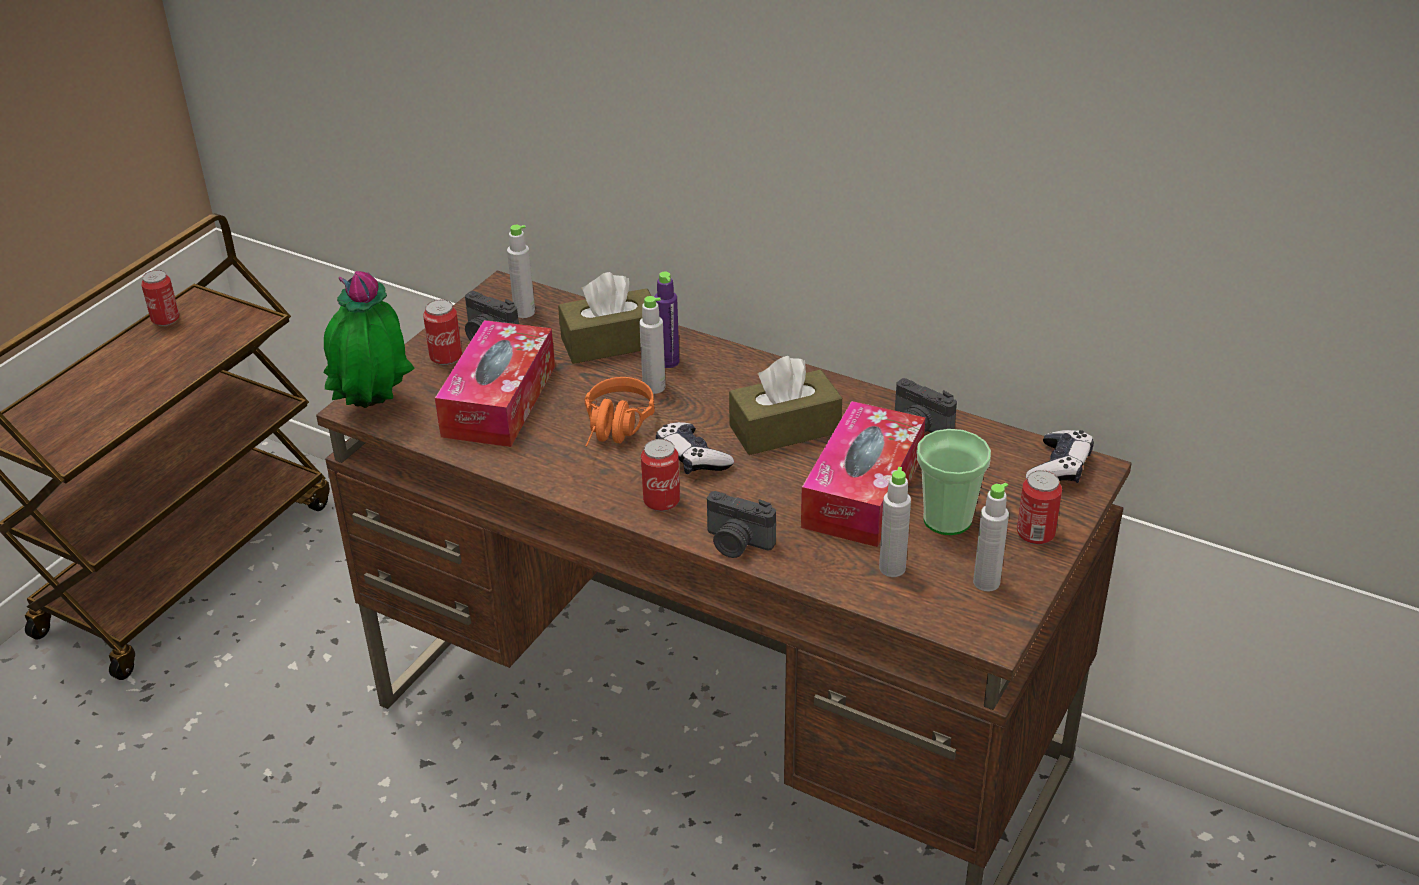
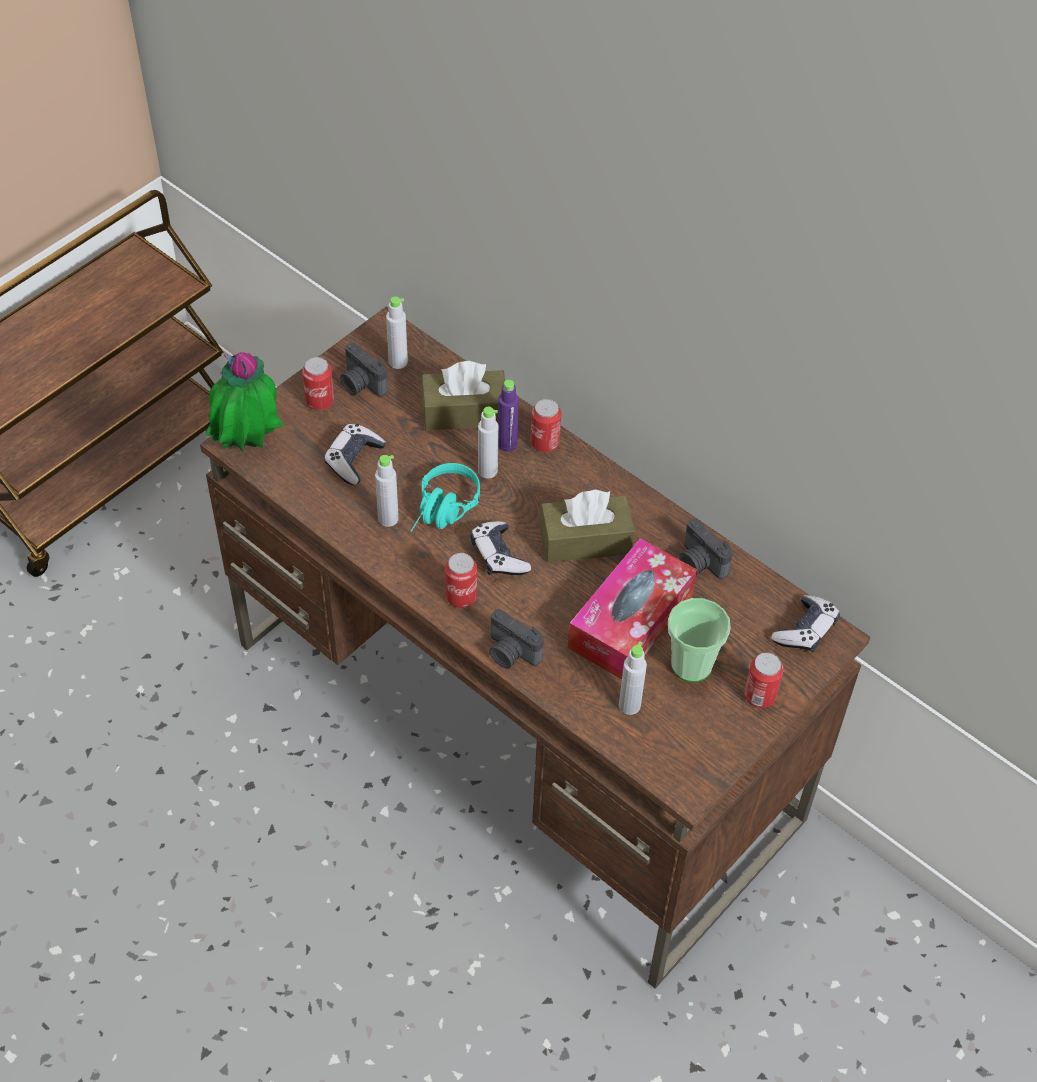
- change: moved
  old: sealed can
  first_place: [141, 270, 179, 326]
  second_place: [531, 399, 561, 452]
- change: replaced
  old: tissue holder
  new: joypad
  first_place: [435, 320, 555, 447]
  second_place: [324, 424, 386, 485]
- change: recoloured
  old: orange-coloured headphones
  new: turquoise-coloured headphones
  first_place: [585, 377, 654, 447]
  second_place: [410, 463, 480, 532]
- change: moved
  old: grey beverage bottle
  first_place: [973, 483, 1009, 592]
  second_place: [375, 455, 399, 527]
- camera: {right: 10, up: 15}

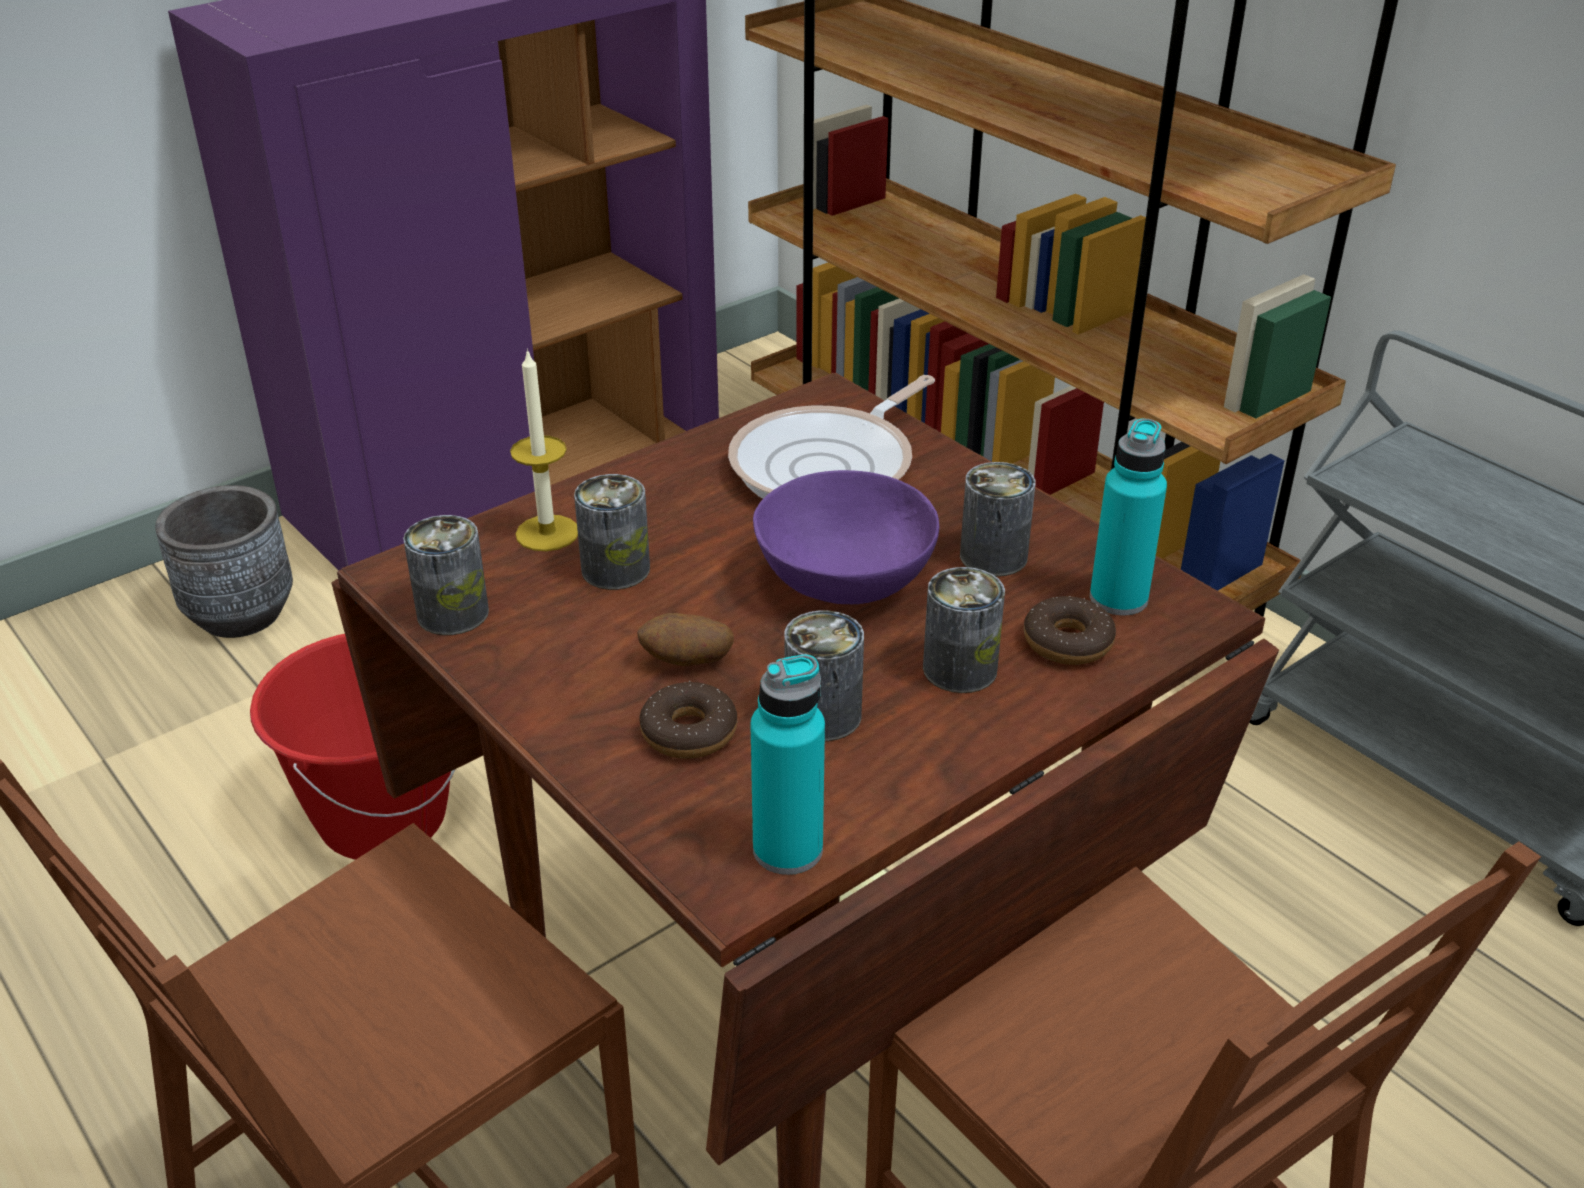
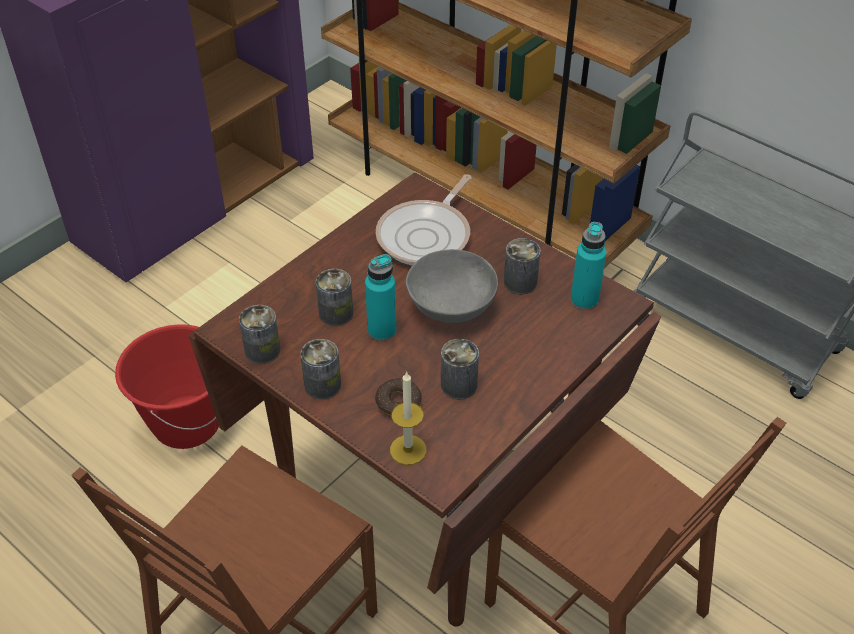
- change: moved
  old: candle
  first_place: [510, 348, 578, 551]
  second_place: [390, 371, 427, 465]
- change: recoloured
  old: purple-coloured bowl
  new: grey bowl
  first_place: [753, 470, 939, 604]
  second_place: [406, 249, 498, 323]
- change: removed
  old: grey plant pot
  first_place: [155, 485, 293, 638]
- change: moved
  old: sealed can
  first_place: [923, 567, 1005, 693]
  second_place: [300, 339, 341, 400]
- change: removed
  old: donut
  first_place: [1024, 596, 1116, 665]
- change: removed
  old: whole potato
  first_place: [637, 613, 734, 666]
- change: moved
  old: turquoise-coloured beverage bottle
  first_place: [750, 655, 825, 875]
  second_place: [365, 254, 396, 341]
- camera: {right: -10, up: 10}

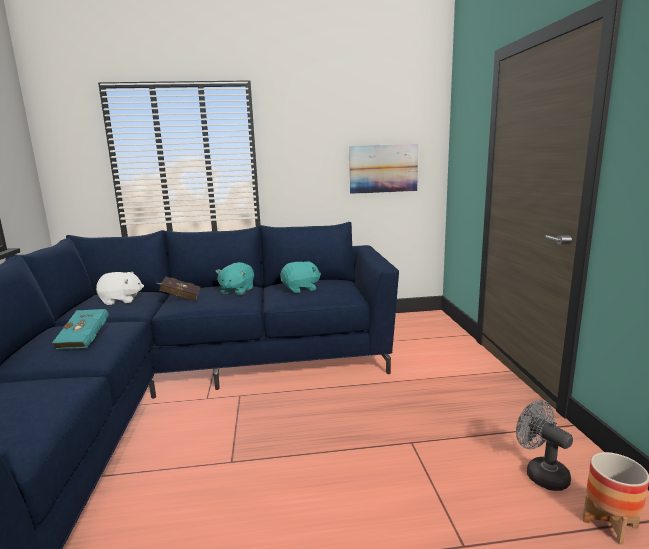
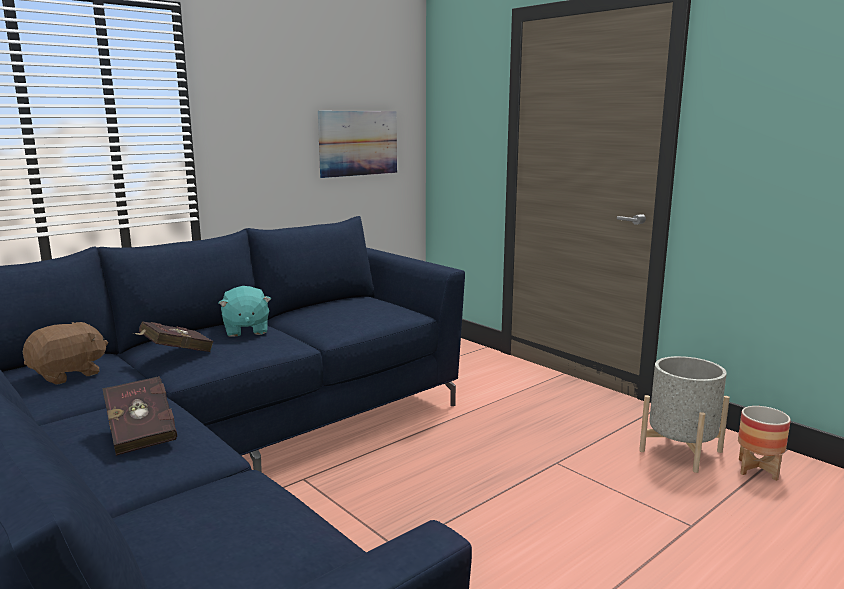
- change: removed
  old: turquoise-coloured plush toy
  first_place: [280, 261, 321, 293]
- change: recoloured
  old: white plush toy
  new: brown plush toy
  first_place: [96, 272, 144, 305]
  second_place: [23, 322, 108, 385]
- change: recoloured
  old: turquoise-coloured book
  new: red book
  first_place: [52, 309, 109, 349]
  second_place: [102, 376, 177, 456]
- change: replaced
  old: grey electric fan
  new: grey plant pot
  first_place: [516, 400, 573, 491]
  second_place: [639, 356, 730, 473]
- camera: {right: -35, up: 0}

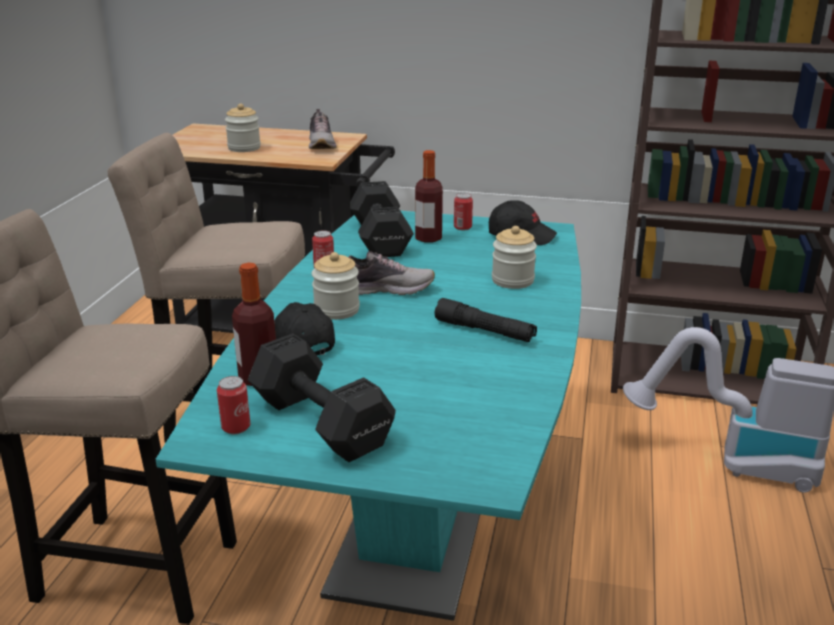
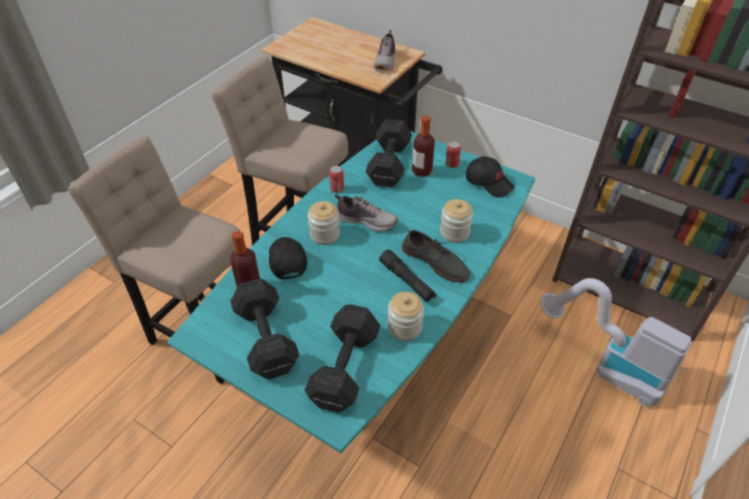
- change: moved
  old: preserve jar
  first_place: [225, 104, 261, 152]
  second_place: [387, 292, 424, 341]
- change: removed
  old: sealed can
  first_place: [217, 376, 250, 434]
- change: added
  new: grey shoe
  second_place: [402, 230, 470, 283]
- change: added
  new: black hand weight
  second_place: [304, 304, 381, 413]
- camera: {right: 20, up: 20}

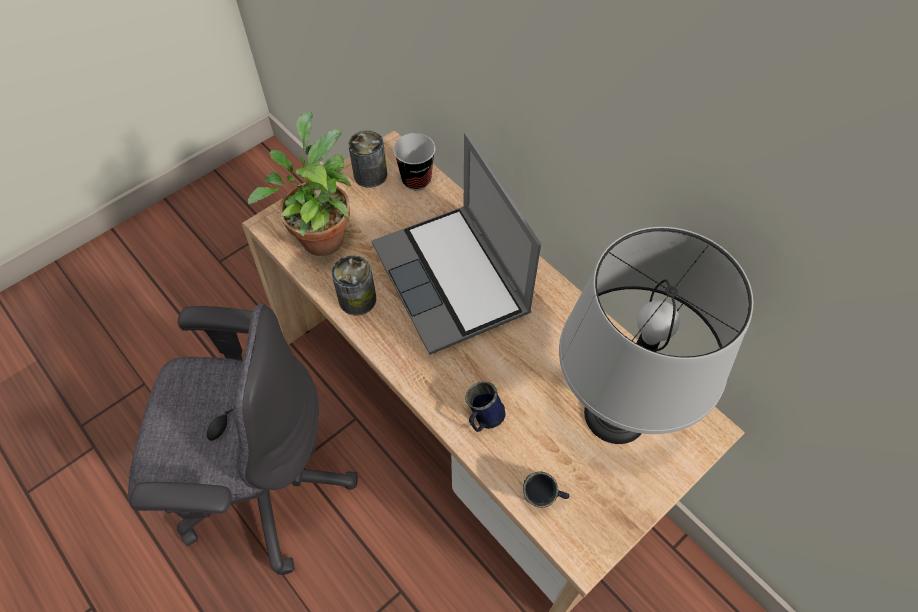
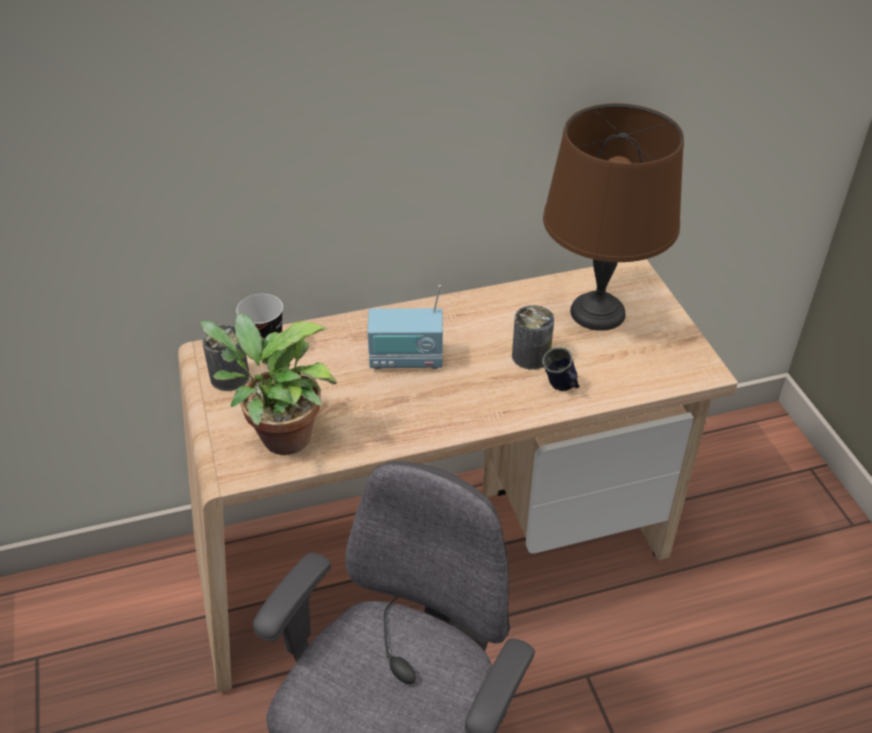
- change: replaced
  old: laptop
  new: radio set
  first_place: [372, 133, 541, 355]
  second_place: [367, 285, 443, 369]
- change: recoloured
  old: grey tabletop lamp
  new: brown tabletop lamp
  first_place: [559, 227, 753, 444]
  second_place: [543, 103, 684, 331]
- change: moved
  old: sealed can
  first_place: [332, 255, 376, 316]
  second_place: [512, 305, 554, 370]
- change: removed
  old: blue tea mug
  first_place: [523, 472, 570, 508]
- camera: {right: -65, up: -15}

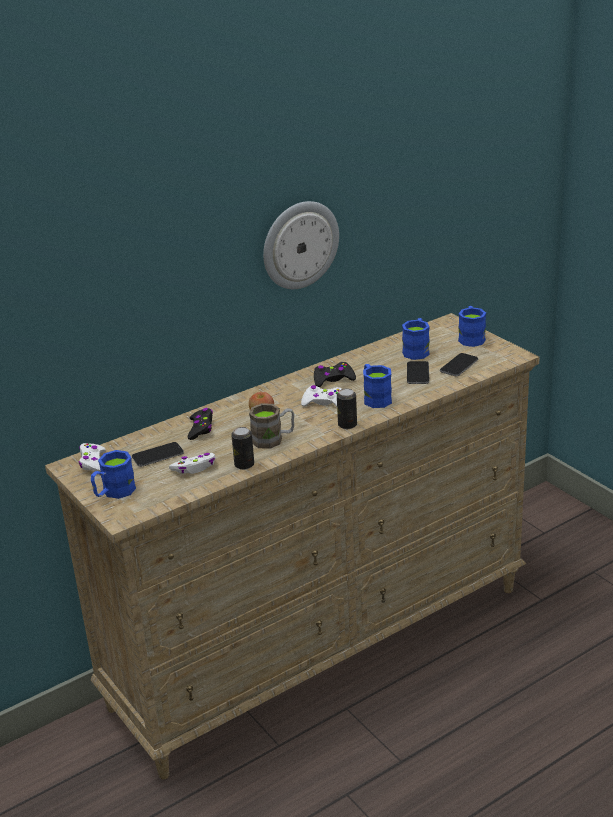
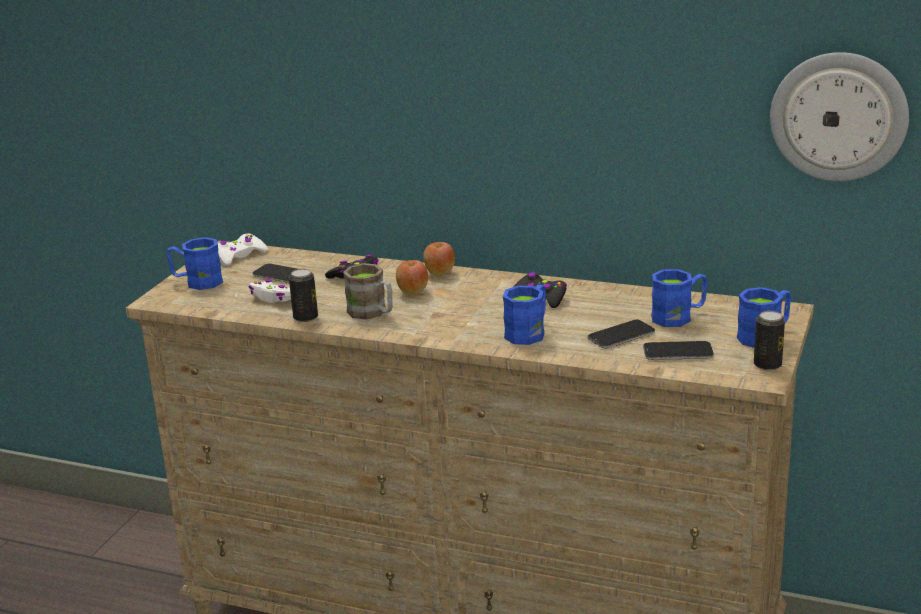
- change: moved
  old: wall clock
  first_place: [263, 201, 339, 289]
  second_place: [770, 52, 909, 181]
- change: removed
  old: white joypad
  first_place: [301, 385, 342, 407]
- change: moved
  old: sealed can
  first_place: [337, 388, 357, 429]
  second_place: [754, 311, 785, 370]
- change: added
  new: apple fruit
  second_place: [423, 242, 455, 276]
- camera: {right: 55, up: -5}

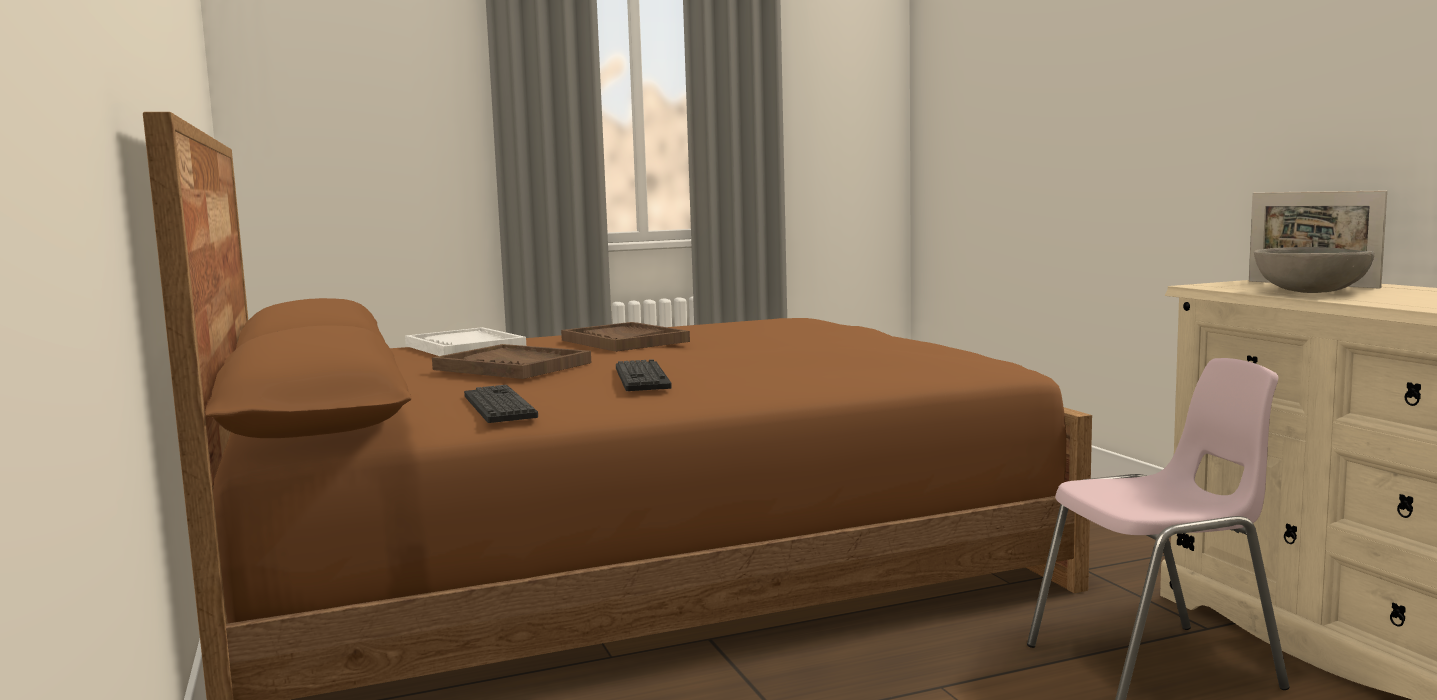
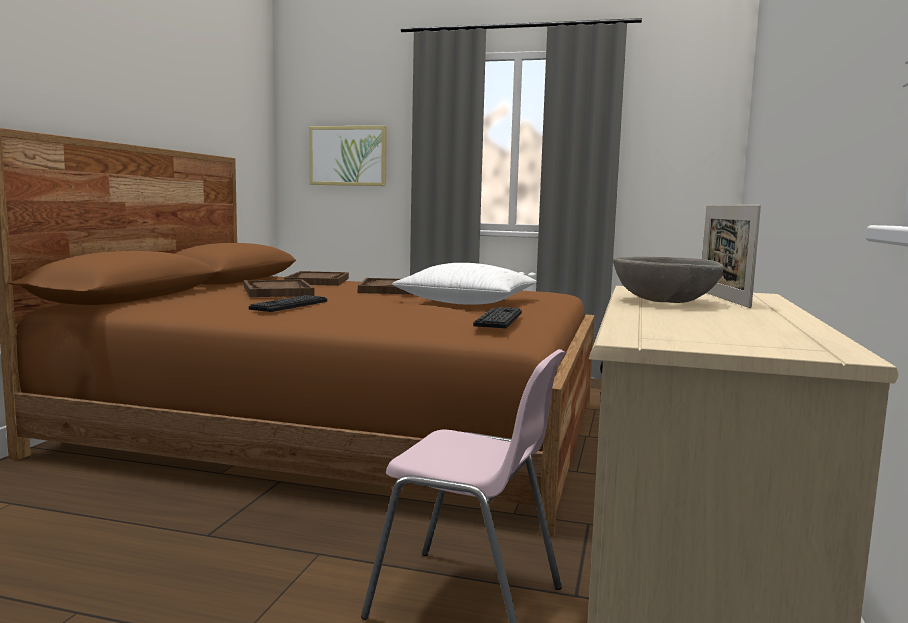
- change: recoloured
  old: white carrying tray
  new: brown carrying tray
  first_place: [405, 327, 526, 356]
  second_place: [284, 271, 349, 286]
- change: moved
  old: computer keyboard
  first_place: [464, 385, 538, 423]
  second_place: [473, 307, 522, 328]
- change: added
  new: picture
  second_place: [309, 126, 387, 186]
- change: added
  new: white pillow
  second_place: [392, 263, 537, 305]
- camera: {right: 35, up: 0}

